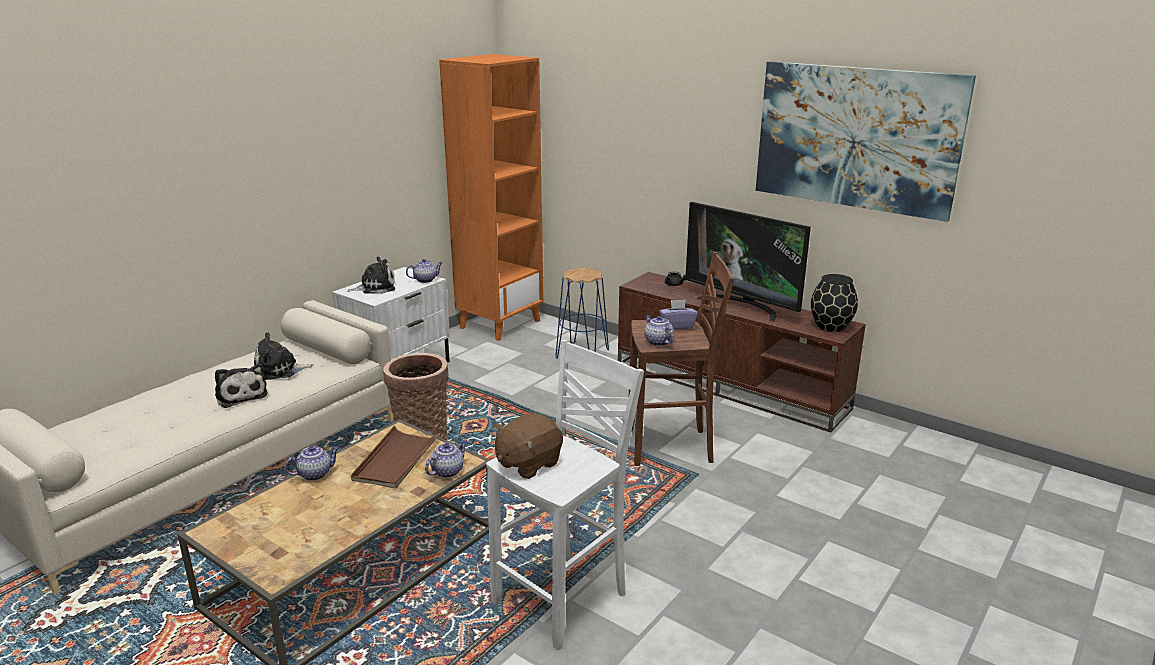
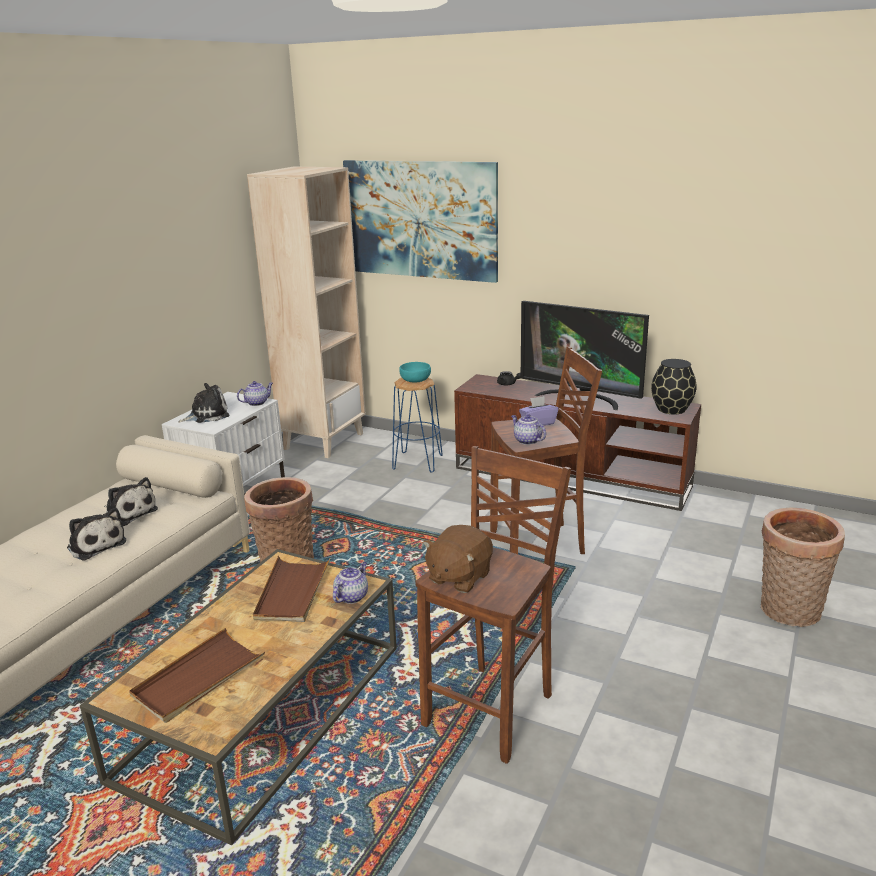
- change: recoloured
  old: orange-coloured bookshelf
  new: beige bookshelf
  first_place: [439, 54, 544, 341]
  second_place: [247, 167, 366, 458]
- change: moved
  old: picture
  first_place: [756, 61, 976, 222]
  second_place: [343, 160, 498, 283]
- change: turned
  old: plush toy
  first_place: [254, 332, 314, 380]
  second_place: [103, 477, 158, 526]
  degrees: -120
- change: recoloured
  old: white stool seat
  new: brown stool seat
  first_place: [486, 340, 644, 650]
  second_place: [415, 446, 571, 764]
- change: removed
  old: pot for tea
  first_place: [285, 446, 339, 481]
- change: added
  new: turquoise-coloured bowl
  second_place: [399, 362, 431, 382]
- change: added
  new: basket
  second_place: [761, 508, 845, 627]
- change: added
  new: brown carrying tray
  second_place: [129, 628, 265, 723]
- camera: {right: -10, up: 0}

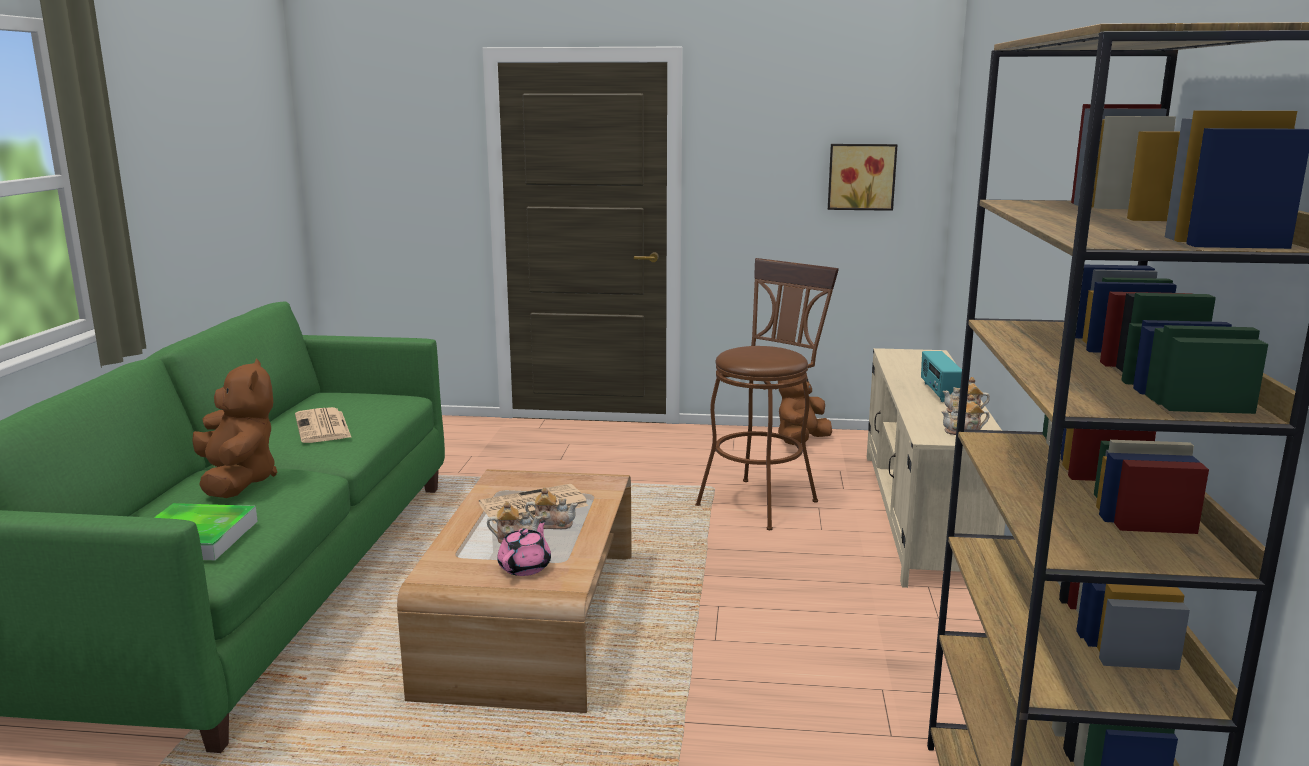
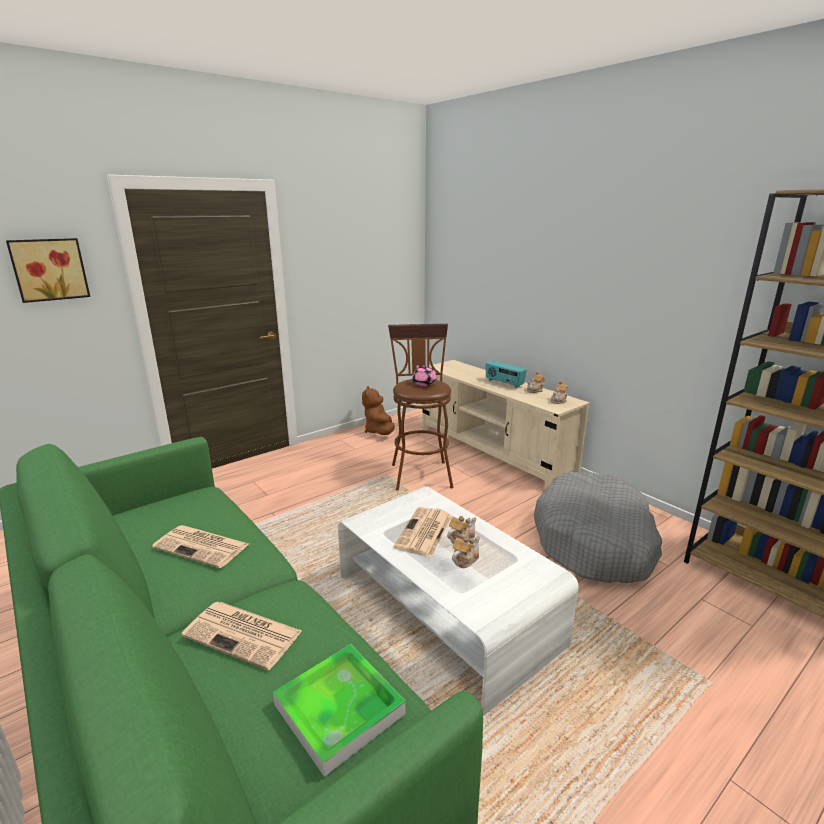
- change: moved
  old: picture
  first_place: [828, 144, 898, 211]
  second_place: [6, 238, 90, 303]
- change: replaced
  old: brown plush toy
  new: printed paper
  first_place: [192, 359, 277, 498]
  second_place: [181, 602, 302, 670]
- change: recoloured
  old: brown coffee table
  new: white coffee table
  first_place: [397, 469, 632, 713]
  second_place: [338, 486, 579, 716]
- change: moved
  old: pink pot for tea
  first_place: [497, 520, 551, 576]
  second_place: [413, 364, 437, 386]
- change: added
  new: grey pet bed
  second_place: [534, 471, 662, 583]
- camera: {right: -45, up: 5}

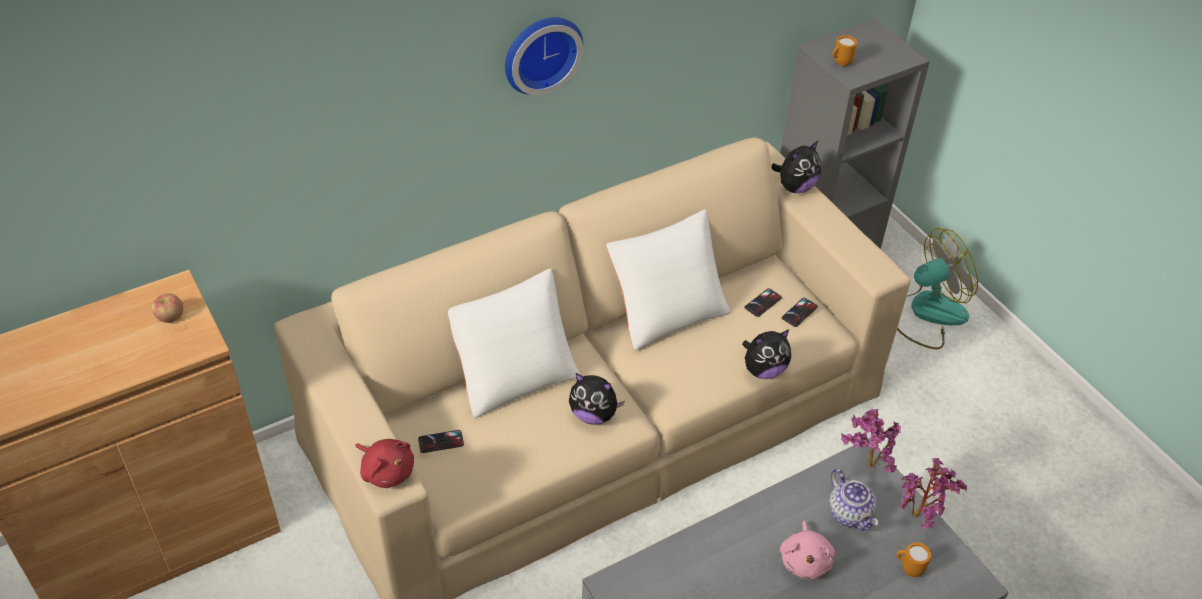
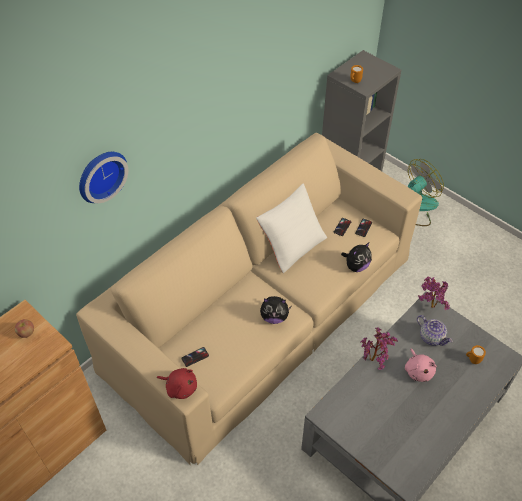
- change: moved
  old: wall clock
  first_place: [505, 17, 583, 95]
  second_place: [79, 152, 128, 203]
- change: removed
  old: plush toy
  first_place: [772, 141, 821, 193]
- change: removed
  old: white pillow
  first_place: [448, 268, 580, 418]
- change: moved
  old: plant in a pot
  first_place: [899, 458, 967, 530]
  second_place: [360, 327, 398, 370]
- camera: {right: -15, up: 5}

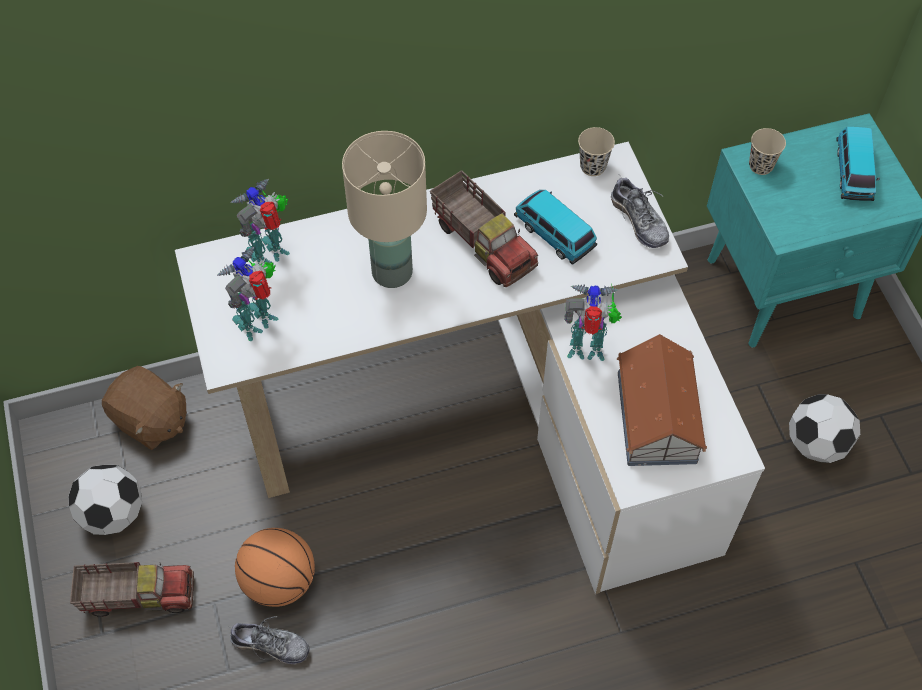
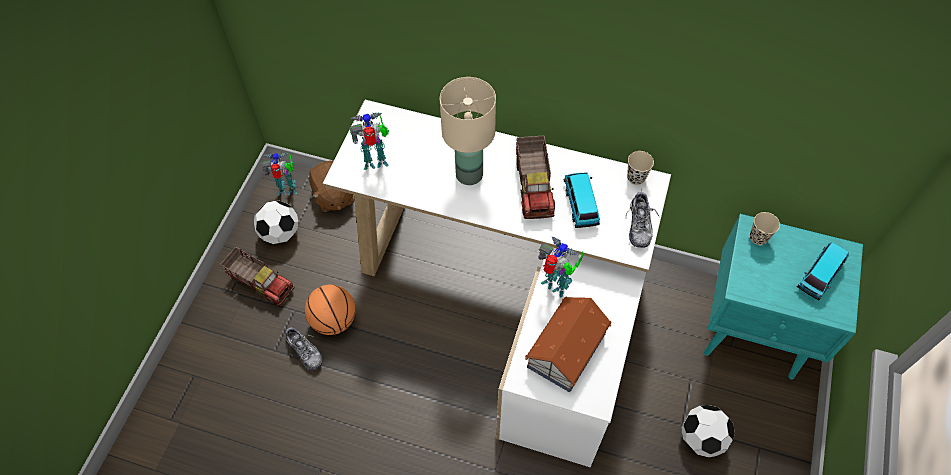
- change: moved
  old: robot figure
  first_place: [231, 179, 290, 264]
  second_place: [261, 152, 297, 196]
- camera: {right: 35, up: 0}

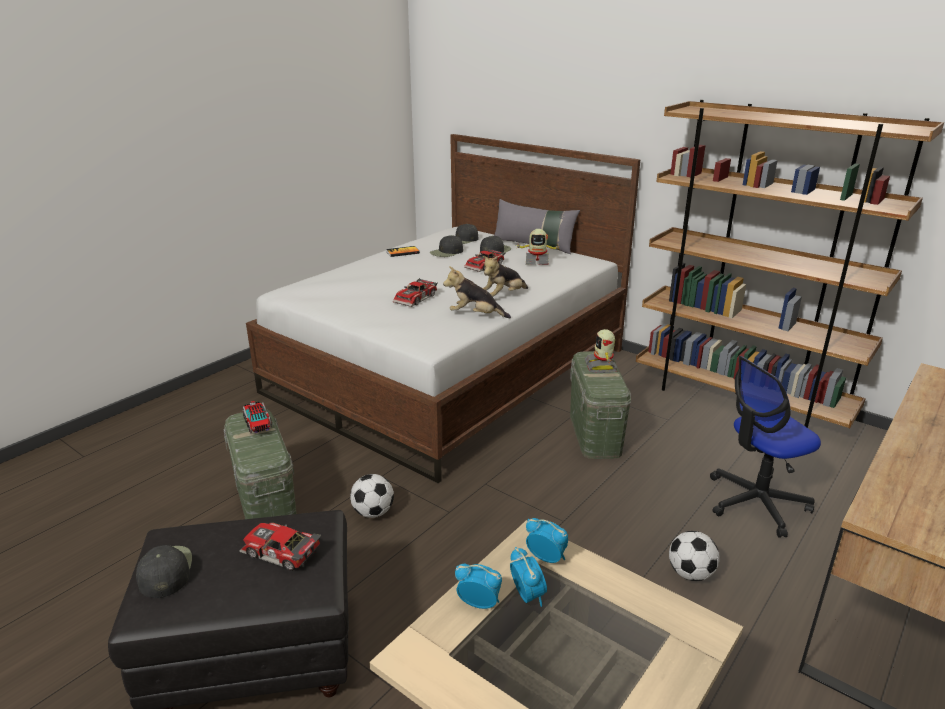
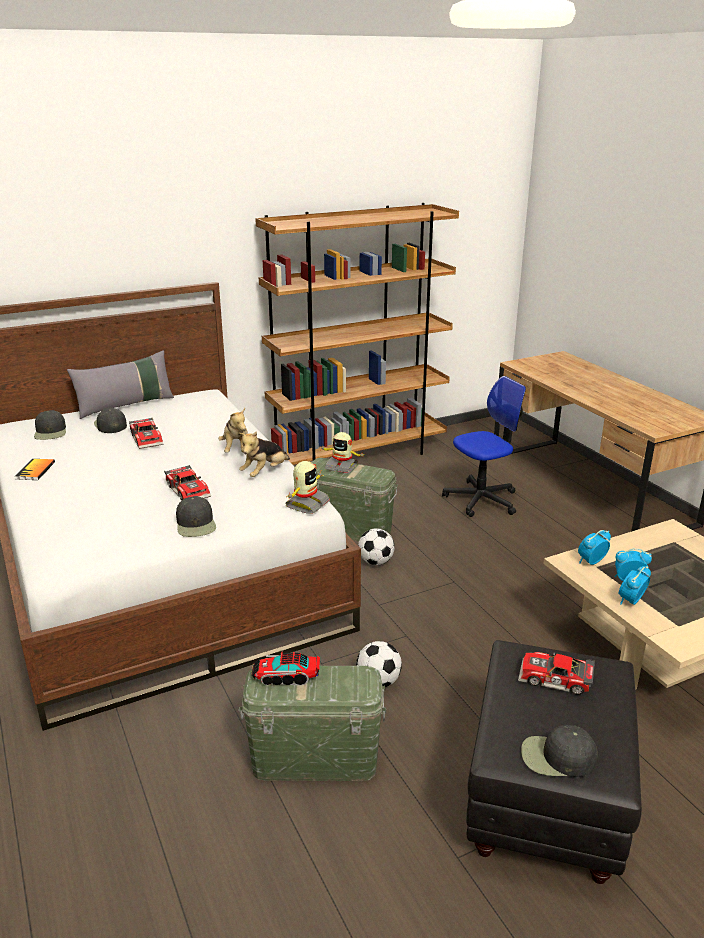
- change: moved
  old: robot figure
  first_place: [517, 229, 560, 265]
  second_place: [285, 461, 330, 514]
- change: moved
  old: black peaked cap
  first_place: [430, 235, 463, 257]
  second_place: [176, 496, 216, 537]
- change: turned
  old: office chair
  first_place: [710, 356, 821, 538]
  second_place: [442, 376, 526, 517]
  degrees: -120
- change: turned
  old: miniature car
  first_place: [239, 523, 321, 571]
  second_place: [518, 652, 595, 695]
  degrees: 60
- change: moved
  old: football ball
  first_place: [669, 531, 720, 581]
  second_place: [358, 528, 395, 565]
- camera: {right: -65, up: 0}

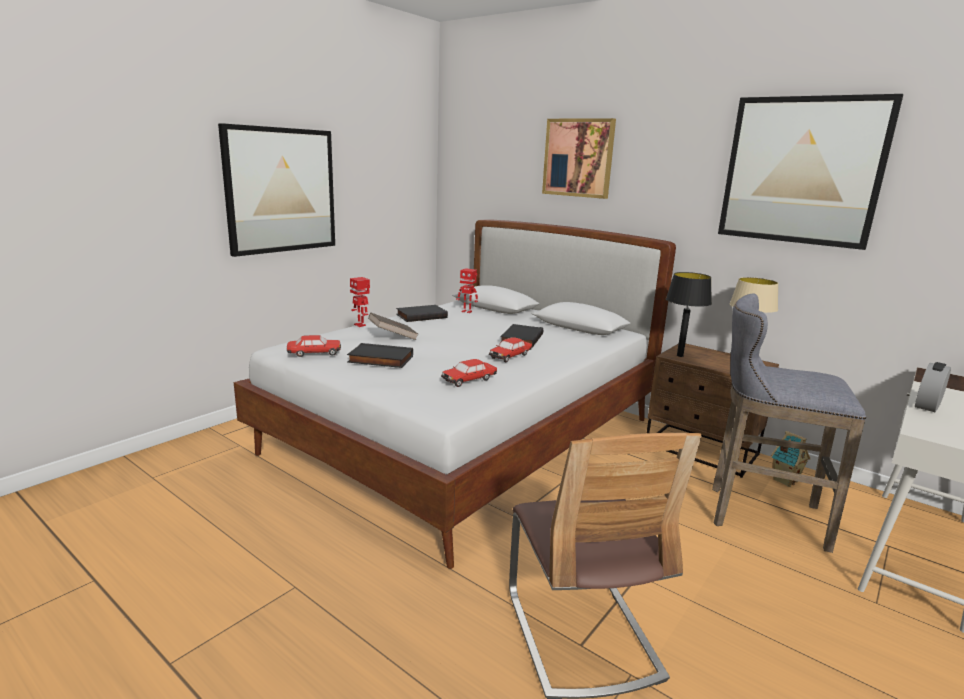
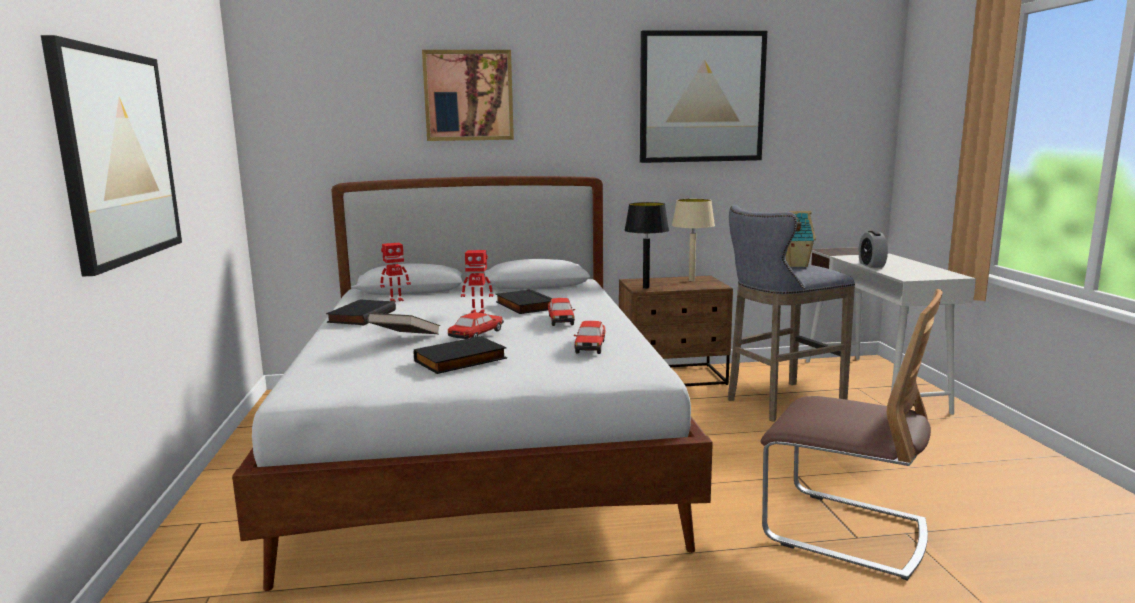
- change: moved
  old: robot figure
  first_place: [350, 277, 370, 327]
  second_place: [461, 250, 493, 313]
- change: moved
  old: miniature car
  first_place: [287, 335, 341, 357]
  second_place: [448, 312, 504, 339]
- change: moved
  old: miniature house
  first_place: [771, 431, 810, 487]
  second_place: [786, 211, 816, 267]
- camera: {right: -45, up: -5}

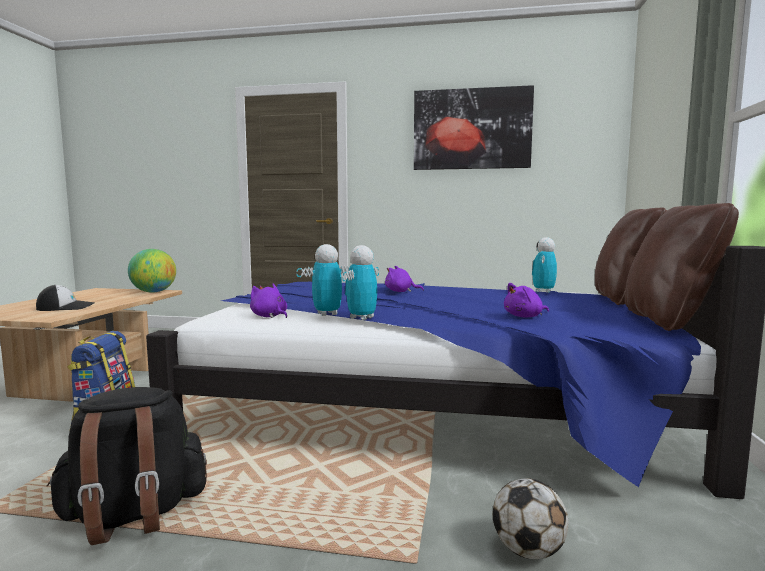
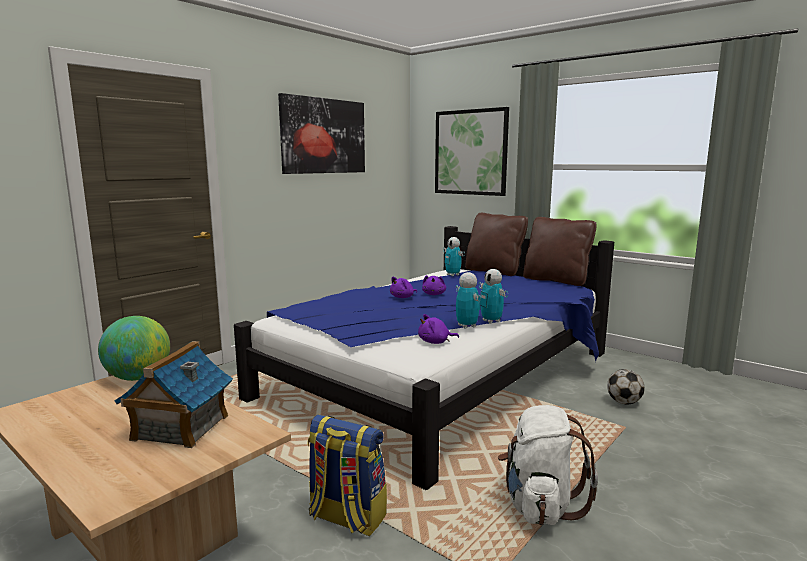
- change: turned
  old: robot figure
  first_place: [296, 244, 349, 316]
  second_place: [456, 272, 481, 329]
  degrees: 150
- change: moved
  old: purple-coloured plush toy
  first_place: [504, 283, 549, 317]
  second_place: [422, 275, 446, 295]
- change: replaced
  old: peaked cap
  new: miniature house
  first_place: [36, 284, 95, 311]
  second_place: [114, 341, 233, 448]
- change: recoloured
  old: black backpack
  new: white backpack
  first_place: [47, 387, 207, 545]
  second_place: [498, 405, 598, 525]
- change: added
  new: picture
  second_place: [435, 107, 509, 196]
- camera: {right: -60, up: 5}

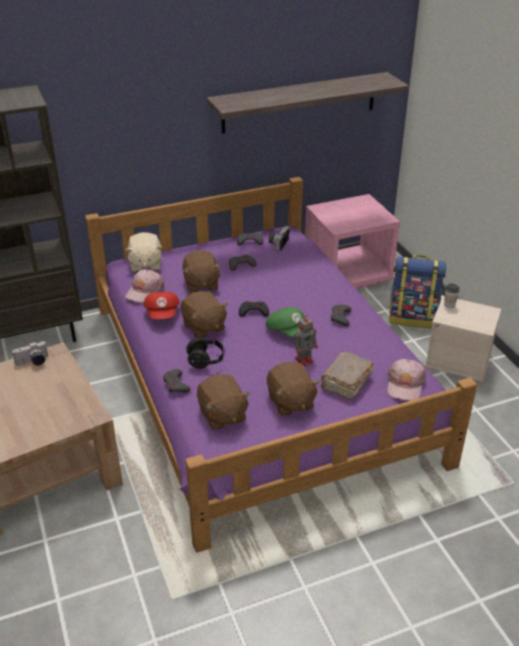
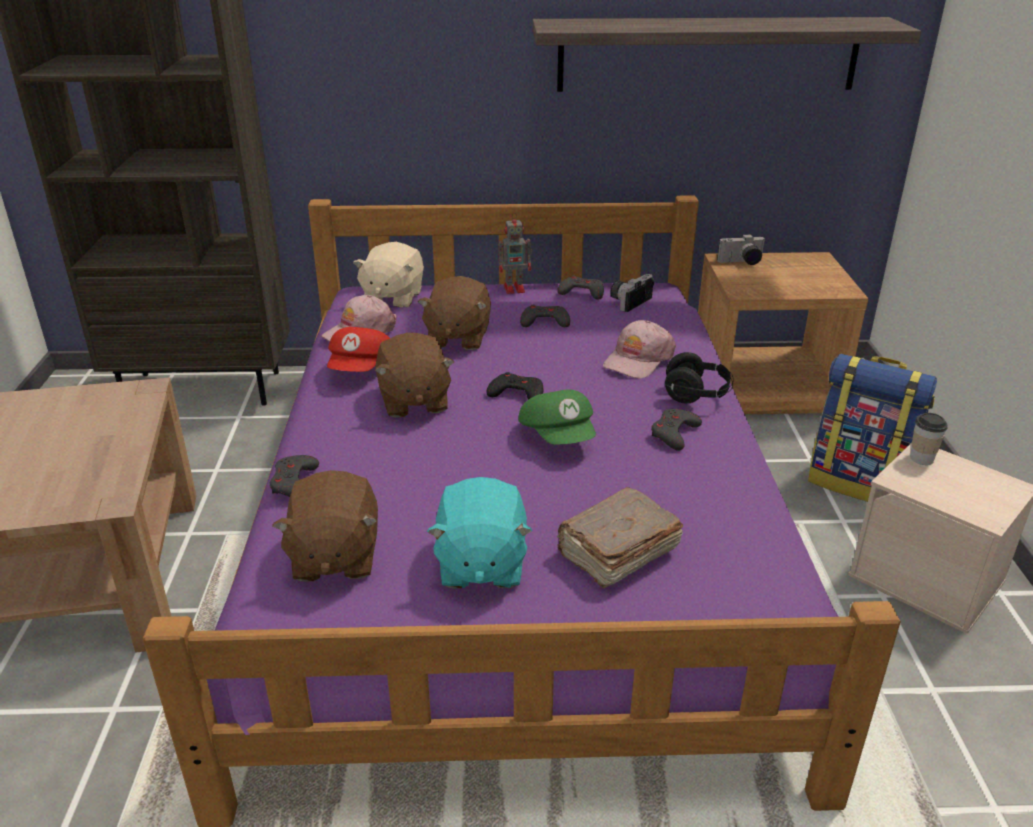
- change: recoloured
  old: pink bedside table
  new: brown bedside table
  first_place: [305, 194, 400, 289]
  second_place: [698, 252, 869, 414]
- change: moved
  old: robot figure
  first_place: [294, 315, 318, 366]
  second_place: [498, 213, 532, 294]
- change: moved
  old: black headphones
  first_place: [186, 338, 225, 369]
  second_place: [665, 352, 734, 403]
- change: moved
  old: still camera
  first_place: [12, 341, 49, 366]
  second_place: [717, 234, 766, 265]
- change: moved
  old: pink peaked cap
  first_place: [387, 359, 426, 401]
  second_place: [603, 320, 676, 378]
- change: recoloured
  old: brown plush toy
  new: turquoise-coloured plush toy
  first_place: [267, 362, 320, 416]
  second_place: [427, 477, 533, 589]
- camera: {right: 20, up: -5}

